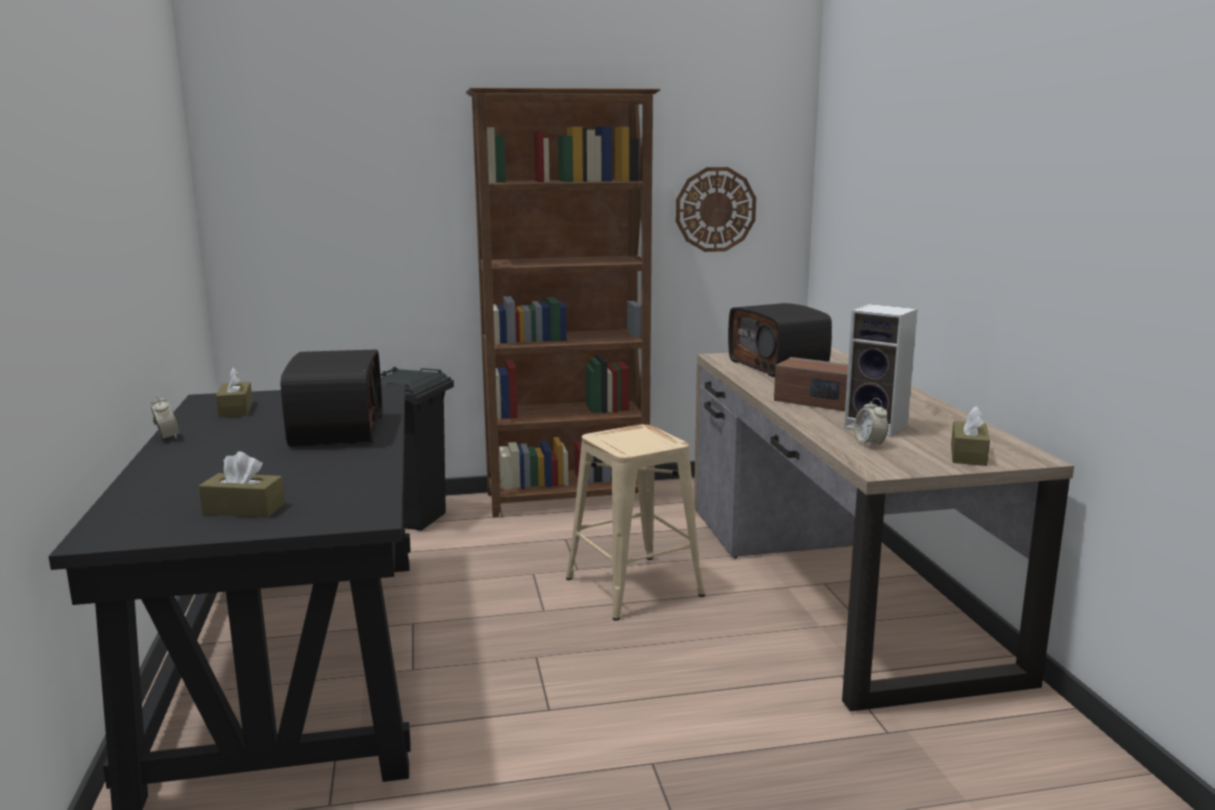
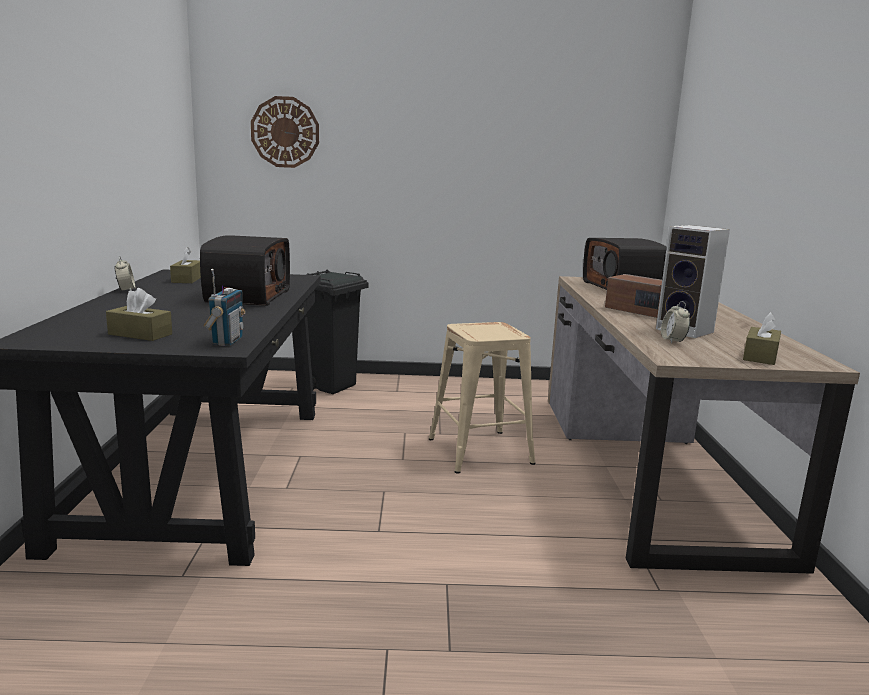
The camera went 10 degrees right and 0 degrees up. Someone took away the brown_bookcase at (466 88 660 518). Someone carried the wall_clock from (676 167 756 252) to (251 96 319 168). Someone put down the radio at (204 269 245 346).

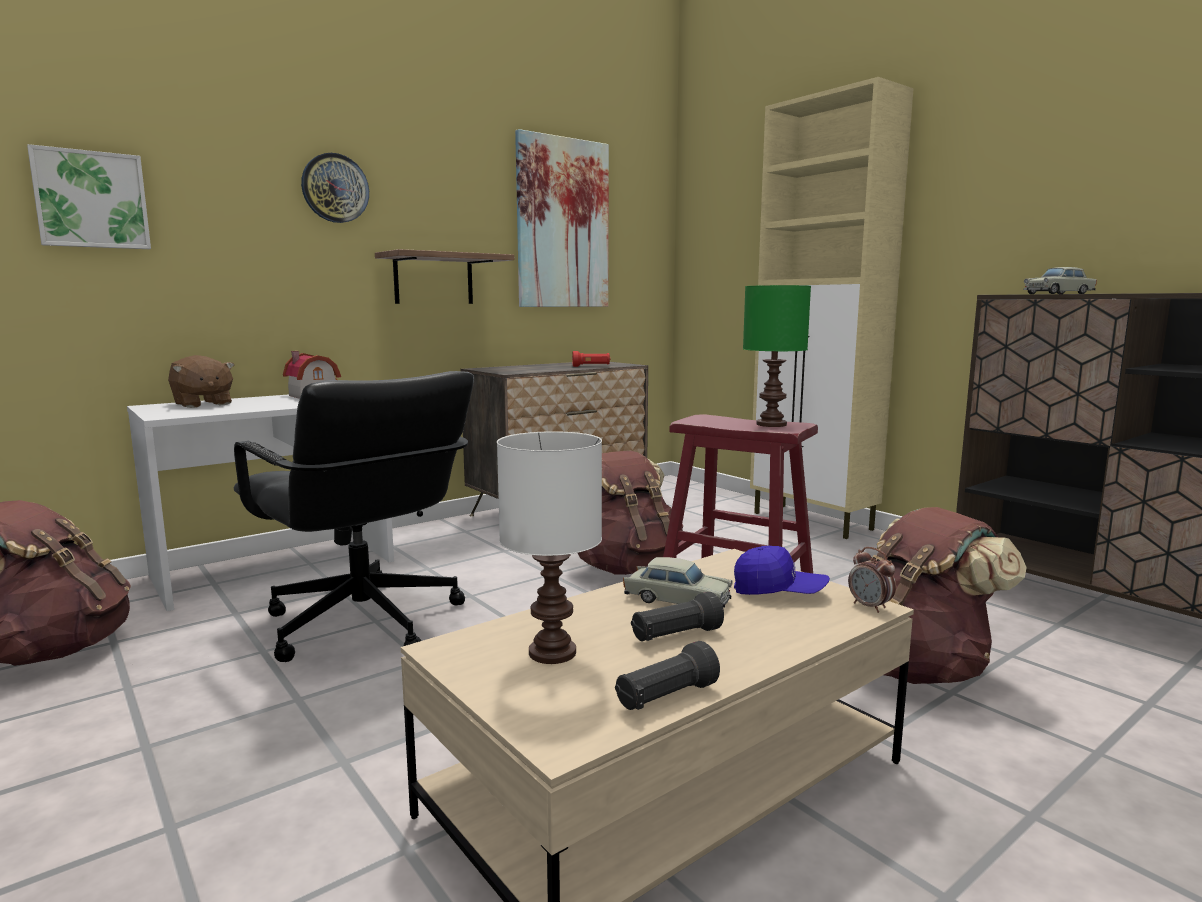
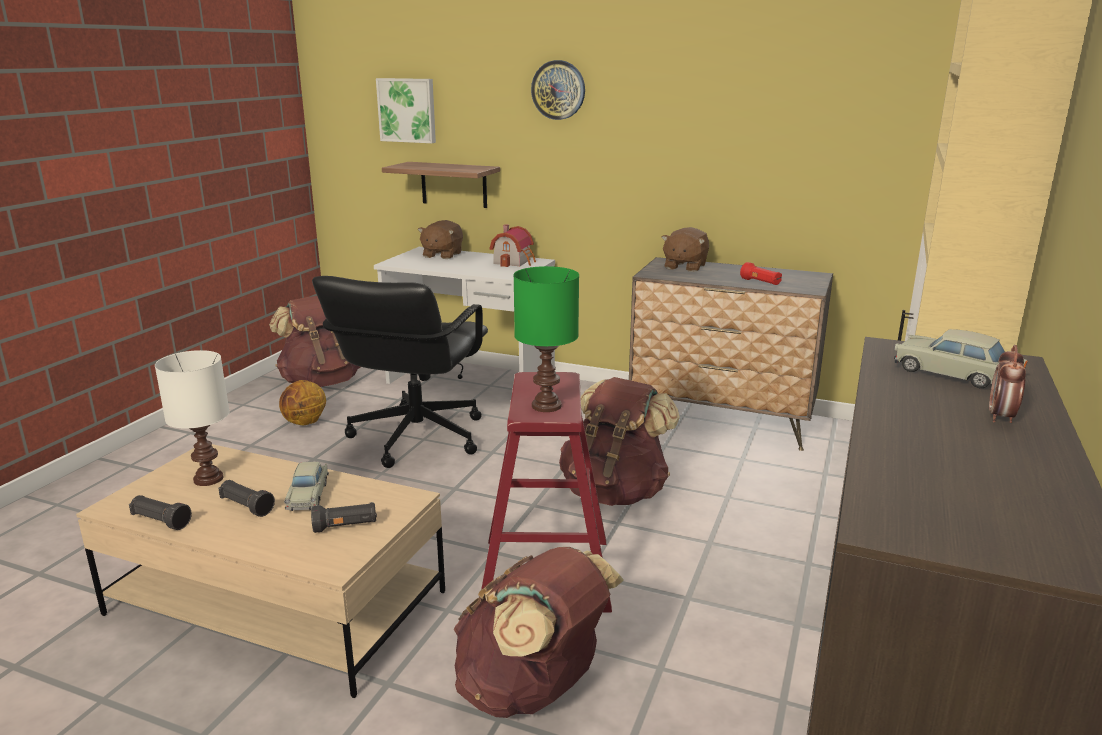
The camera went 60 degrees right and 10 degrees up. Someone took away the picture at (515 129 609 307). Someone carried the shelf from (375 249 514 304) to (382 162 500 208). Someone swapped the blue_cap at (734 546 830 595) for the black_flashlight at (311 502 377 533). Someone carried the alarm_clock from (848 547 896 613) to (989 345 1026 423). Someone put down the brown_plush_toy at (661 227 709 272). Someone put down the basketball at (279 380 326 425).

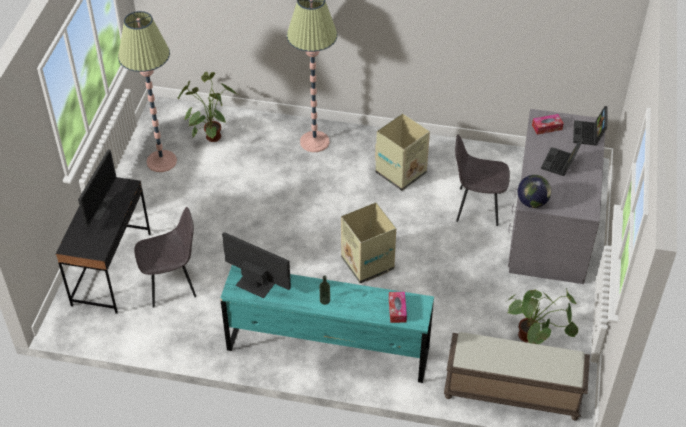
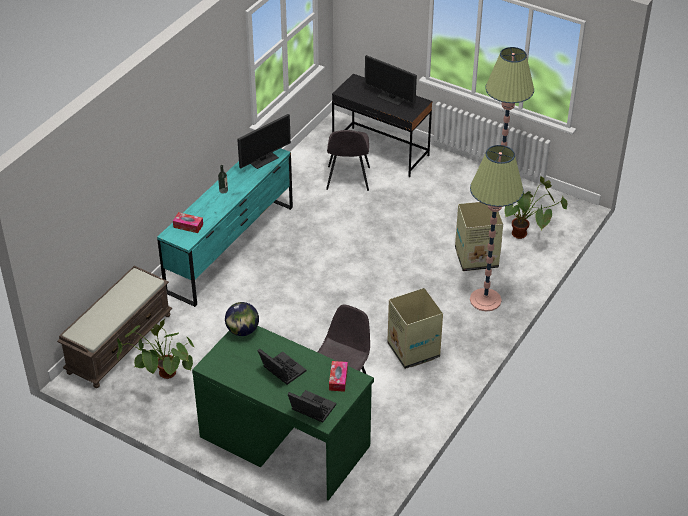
The camera went 110 degrees right and 5 degrees down. Someone repainted the grey_desk at (508 109 605 284), which became the green_desk at (192 326 374 501). Someone carried the cardboard_box from (341 202 396 283) to (455 202 503 271).

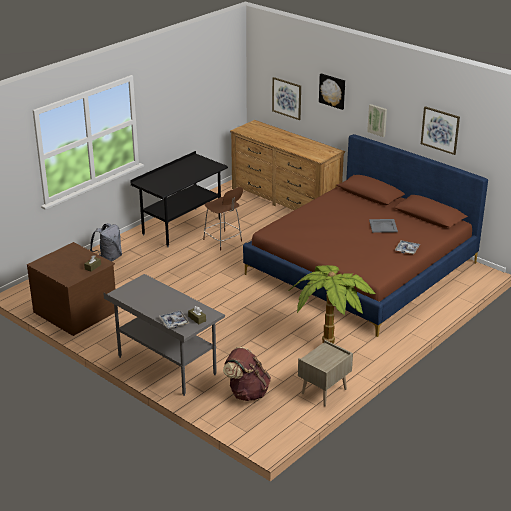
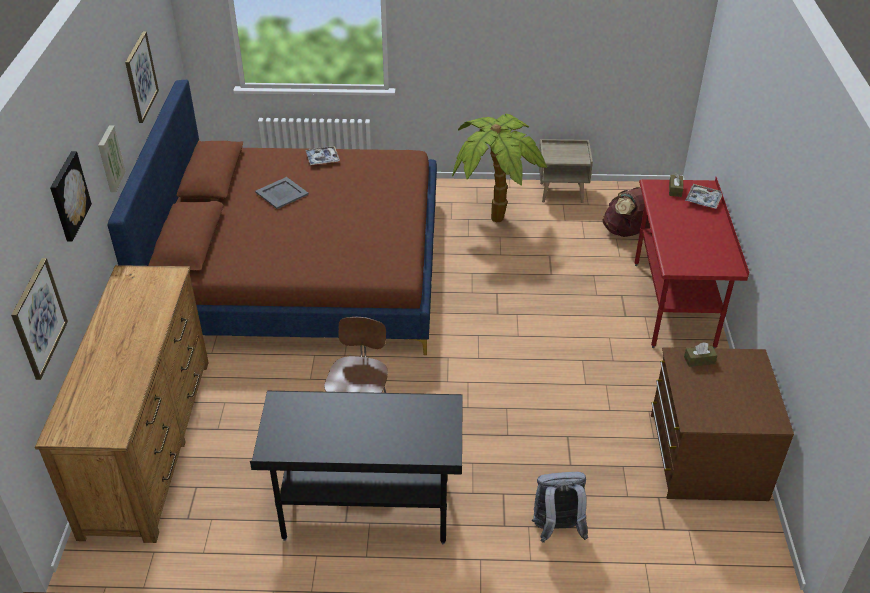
The camera went 130 degrees left and 10 degrees up. Someone repainted the grey_desk at (103 274 225 396), which became the red_desk at (635 177 749 348).

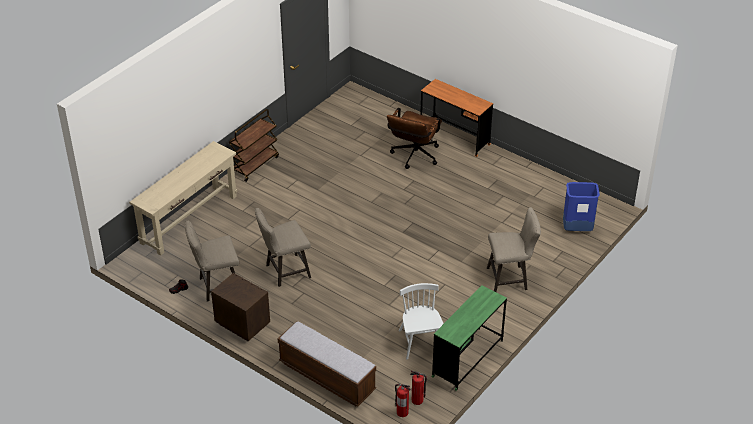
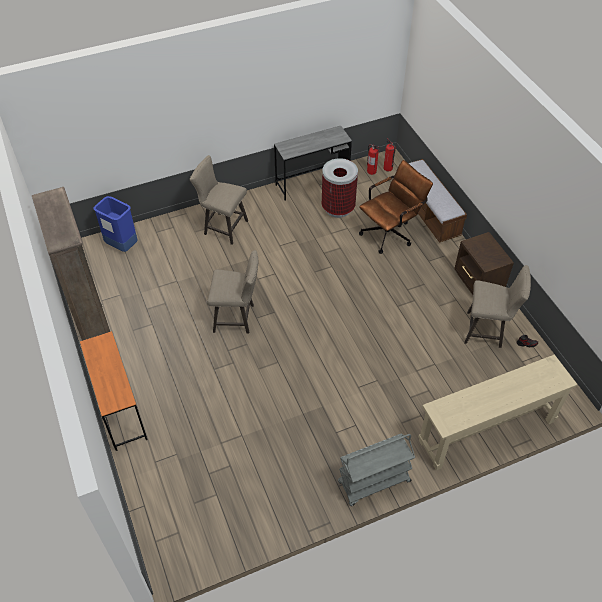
The camera went 150 degrees left and 10 degrees up. Someone carried the brown_office_chair from (387 108 442 169) to (359 160 433 254). Someone repainted the brown_cart at (229 109 279 182), which became the grey_cart at (338 434 415 506). Someone carried the beige_stool from (255 208 311 287) to (207 250 258 334). Someone swapped the white_chair at (399 283 444 360) for the trash_can at (322 158 358 218). Someone repainted the green_desk at (432 285 507 391), which became the grey_desk at (274 126 352 200). Someone put down the brown_bookcase at (32 187 110 341).

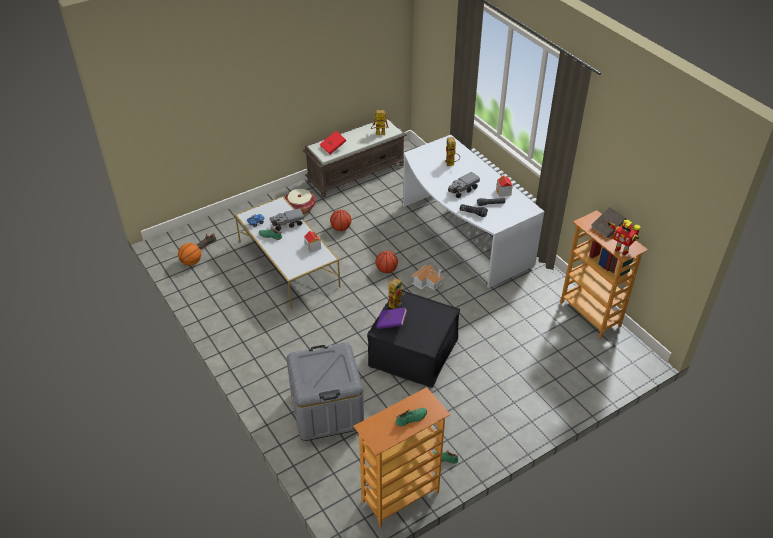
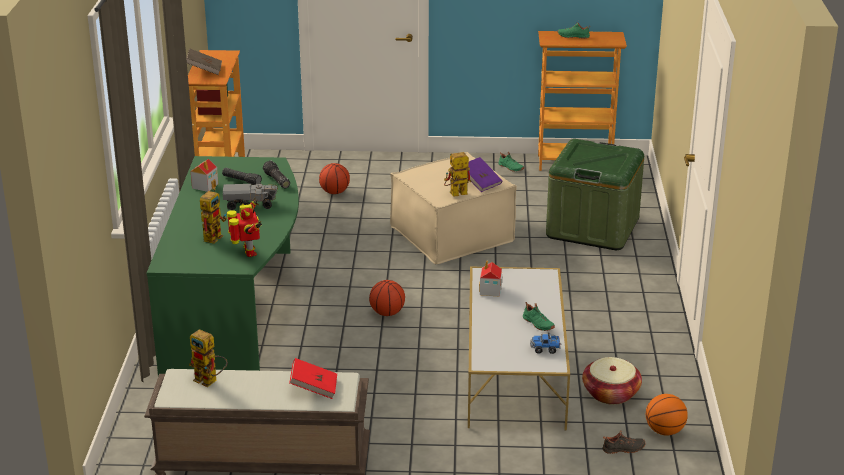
The camera went 145 degrees left and 15 degrees down. Someone repainted the white_desk at (403 135 545 288), which became the green_desk at (147 156 299 376). Someone carried the basket from (285 189 316 214) to (582 357 642 405). Someone took away the toy_truck at (269 208 304 231). Someone carried the basketball from (330 210 351 231) to (319 163 350 194). Someone carried the toy_robot from (608 220 641 255) to (227 198 262 257). Someone took away the toy_house at (412 265 444 290). Someone repainted the black_ottoman at (367 290 460 388), which became the beige_ottoman at (390 152 517 264). Someone repainted the grey_storage_box at (287 343 364 441), which became the green_storage_box at (546 139 644 250).

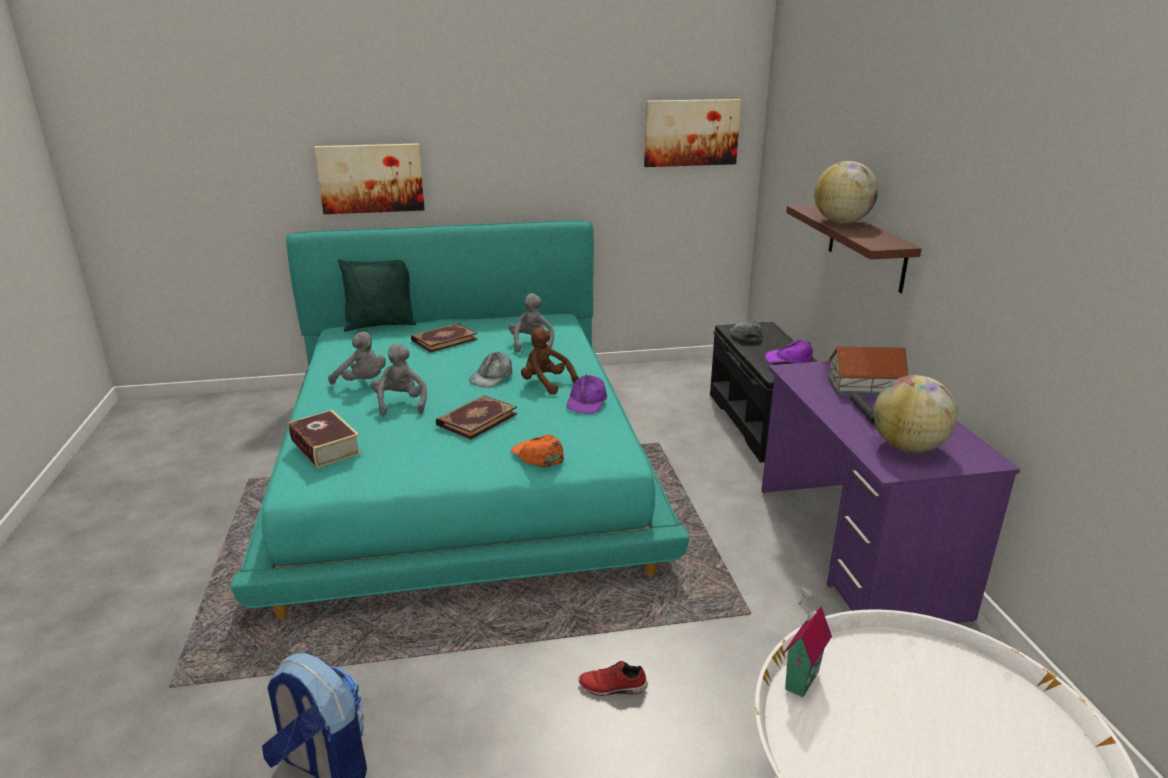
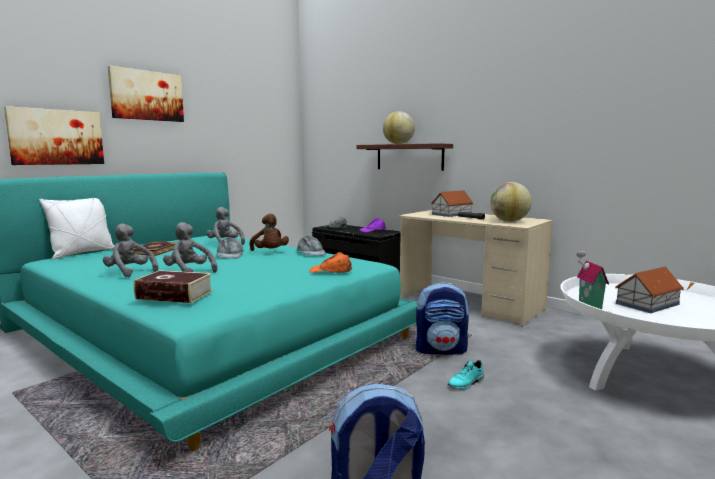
The camera went 40 degrees left and 15 degrees down. Someone carried the picture from (644 99 741 167) to (108 66 184 122). Someone repainted the green_pillow at (338 259 416 331), which became the white_pillow at (39 198 115 260). Someone rotated the brown_plush_toy at (521 328 579 395) by 120 degrees counterclockwise. Someone rotated the grey_plush_toy at (328 331 386 385) by 135 degrees counterclockwise. Someone repainted the purple_desk at (761 361 1020 623), which became the beige_desk at (398 210 553 326). Someone repainted the purple_cap at (567 375 607 414), which became the grey_cap at (297 236 326 256). Someone took away the book at (436 395 517 439). Someone repainted the red_shoe at (579 661 648 696), which became the turquoise_shoe at (448 360 484 390). Someone put down the toy_house at (616 266 684 313). Someone put down the backpack at (416 283 469 355).

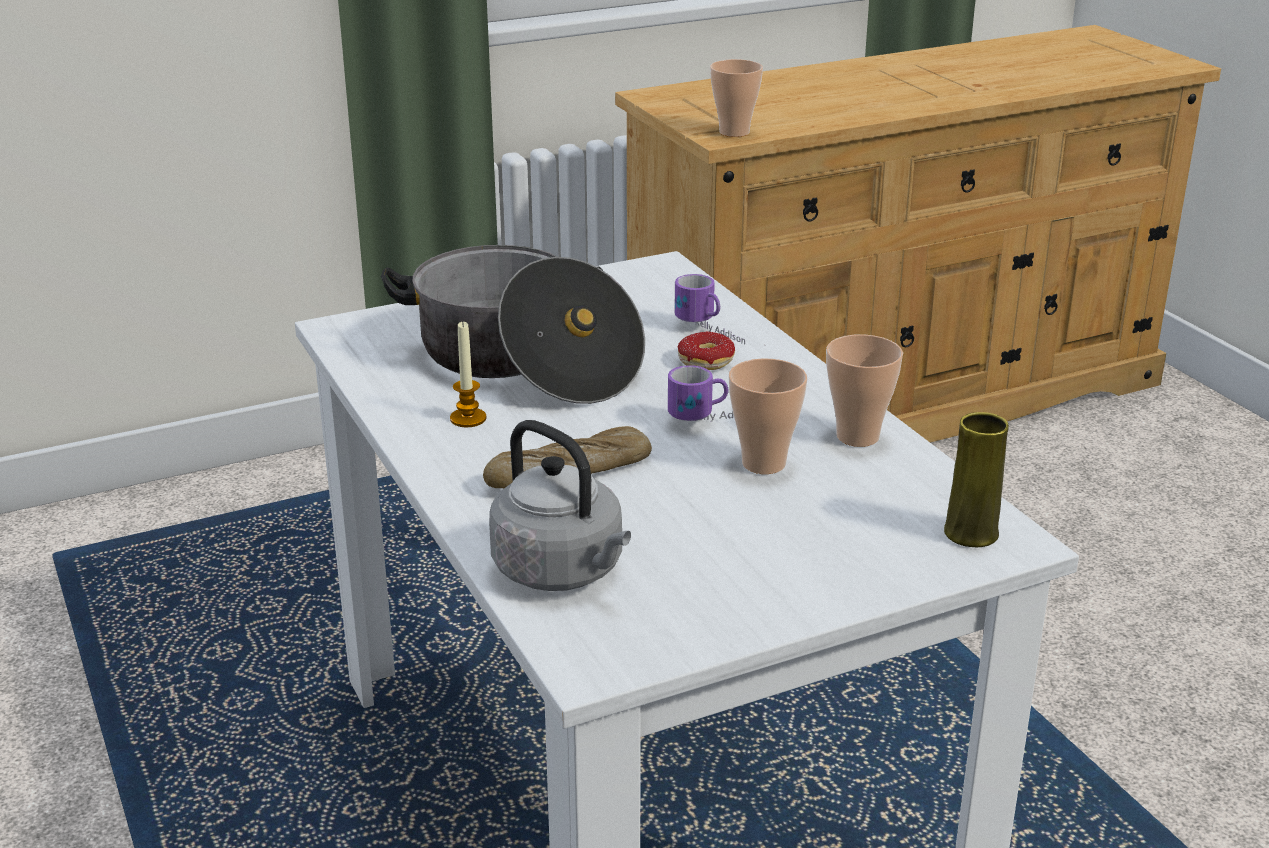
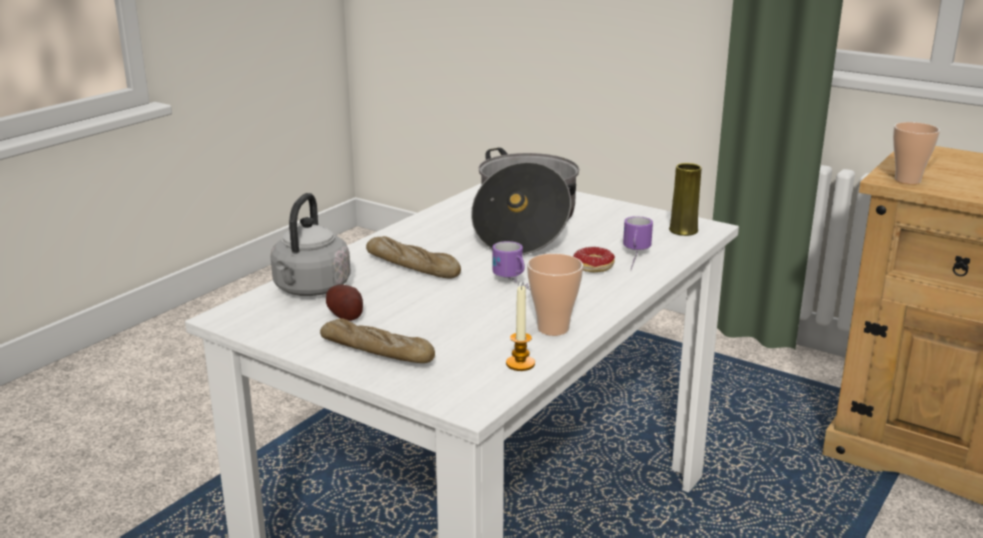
The camera went 60 degrees right and 5 degrees down. Someone carried the candle from (450 322 486 427) to (506 285 535 371). Someone took away the cup at (729 358 807 474). Someone carried the yellow_vase from (944 412 1009 547) to (669 163 702 236). Someone put down the potato at (326 285 363 321). Someone put down the bread at (320 318 435 363).

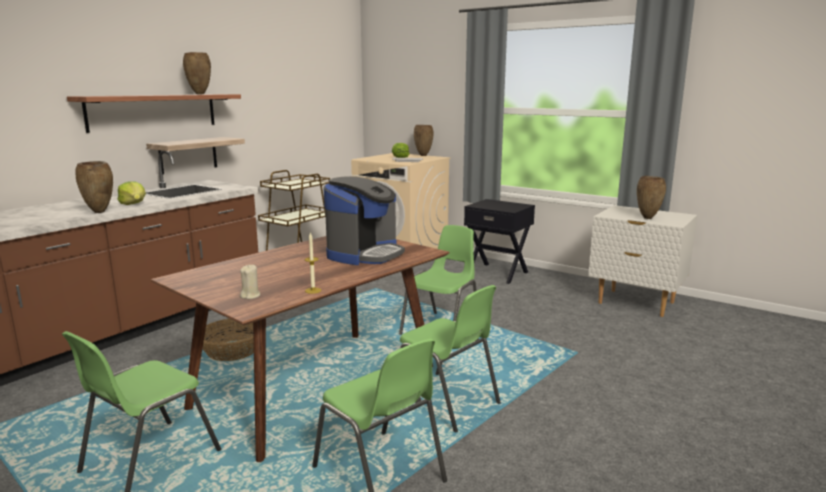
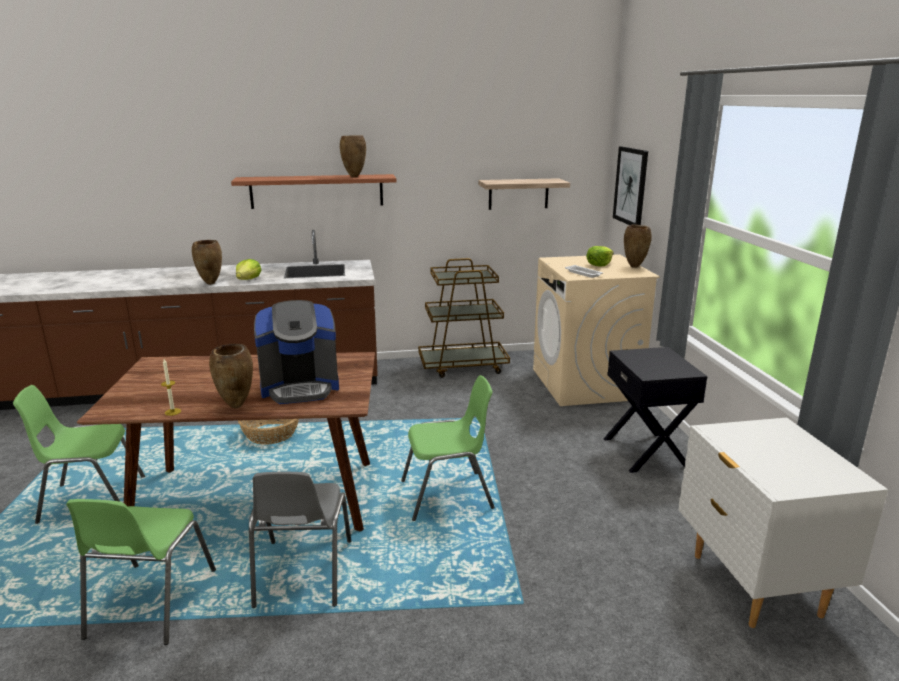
The camera went 45 degrees right and 5 degrees up. Someone carried the shelf from (146 137 245 174) to (478 178 570 210). Someone carried the brown_vase from (637 176 666 219) to (209 344 253 409). Someone took away the beige_candle at (240 264 260 299). Someone repainted the green_chair at (400 285 501 432), which became the grey_chair at (249 472 351 608). Someone put up the picture at (613 147 648 225).

